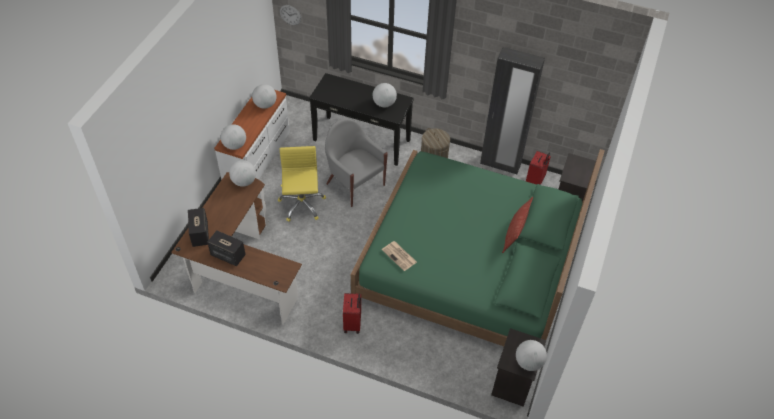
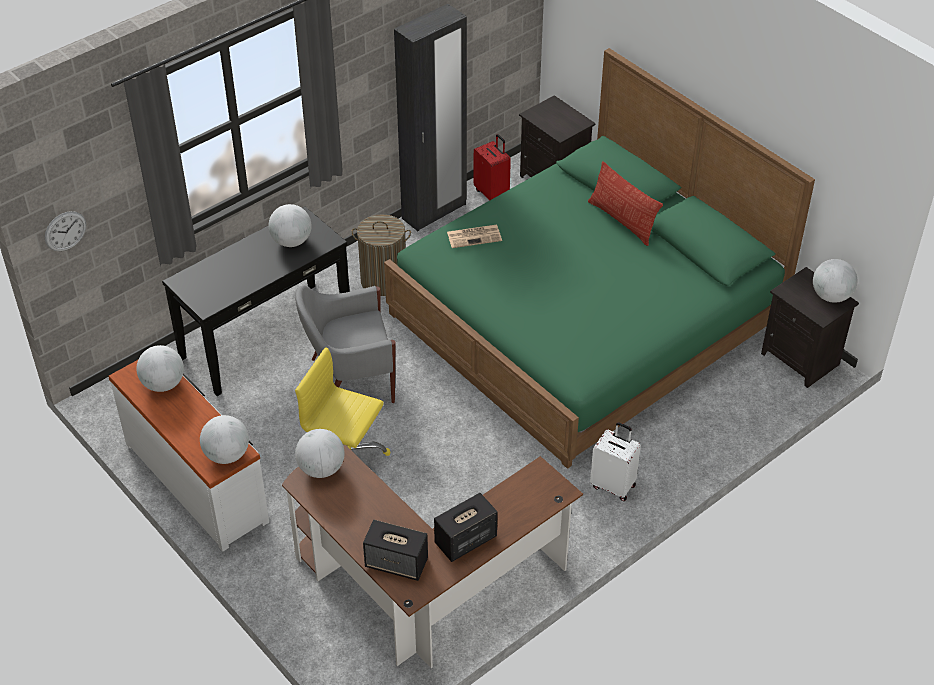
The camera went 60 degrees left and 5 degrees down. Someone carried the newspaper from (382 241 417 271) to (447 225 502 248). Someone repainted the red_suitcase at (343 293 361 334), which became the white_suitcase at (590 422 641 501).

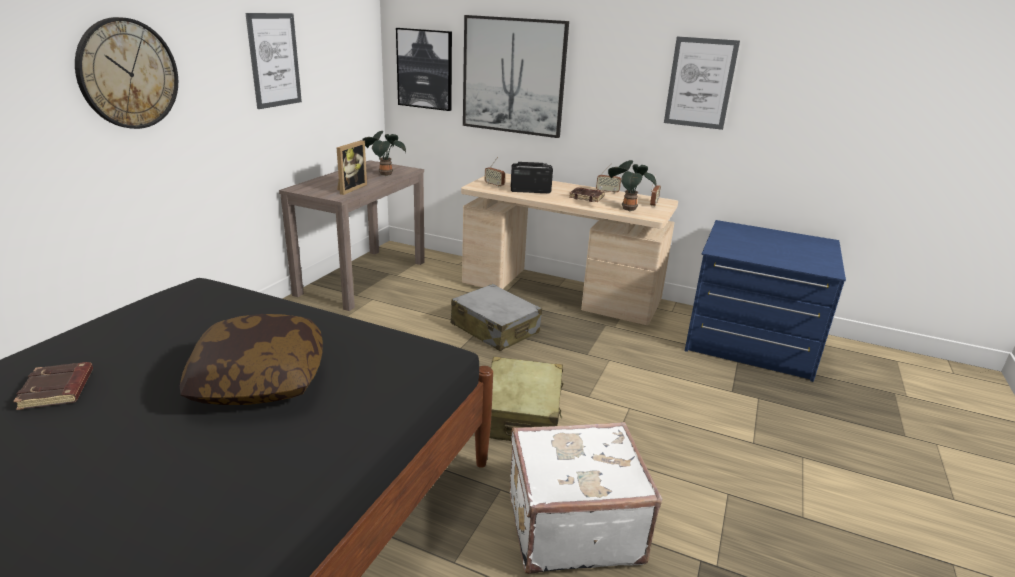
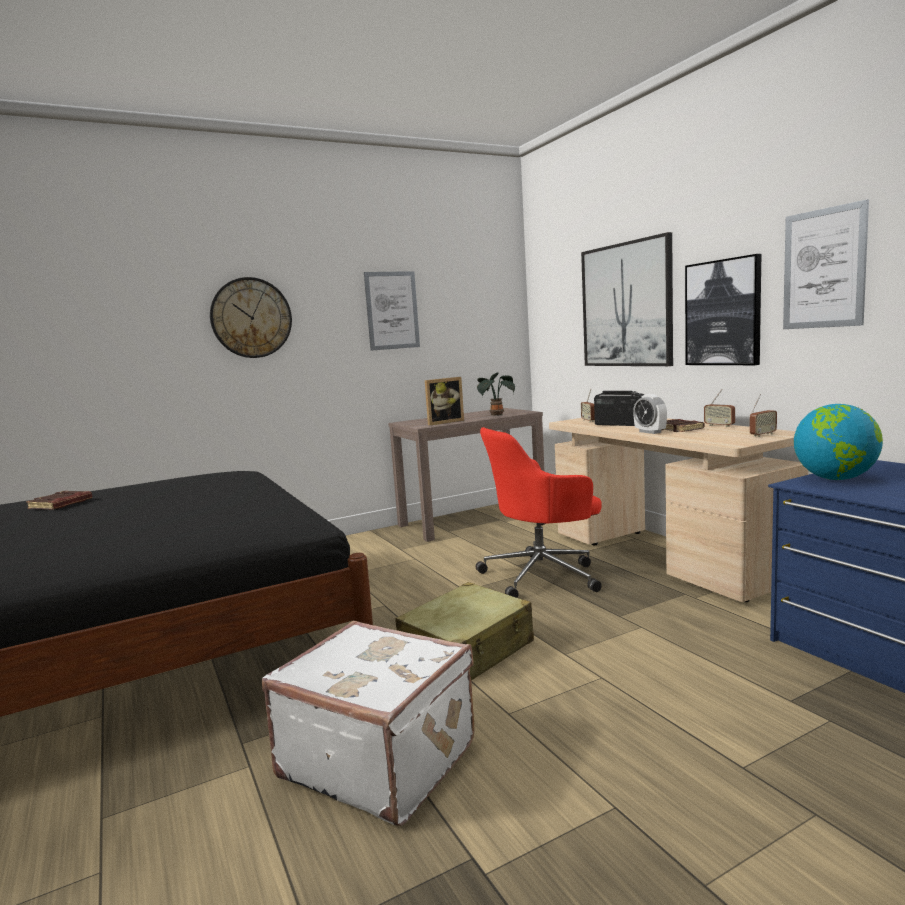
The camera went 40 degrees right and 15 degrees down. Someone carried the picture from (396 28 452 111) to (685 254 761 365). Someone took away the potted_plant at (608 160 656 212). Someone swapped the grey_suitcase at (451 284 542 351) for the red_office_chair at (476 427 602 598). Someone took away the pillow at (180 314 323 405). Someone put down the alarm_clock at (633 394 667 434). Someone put down the globe at (794 404 883 480).

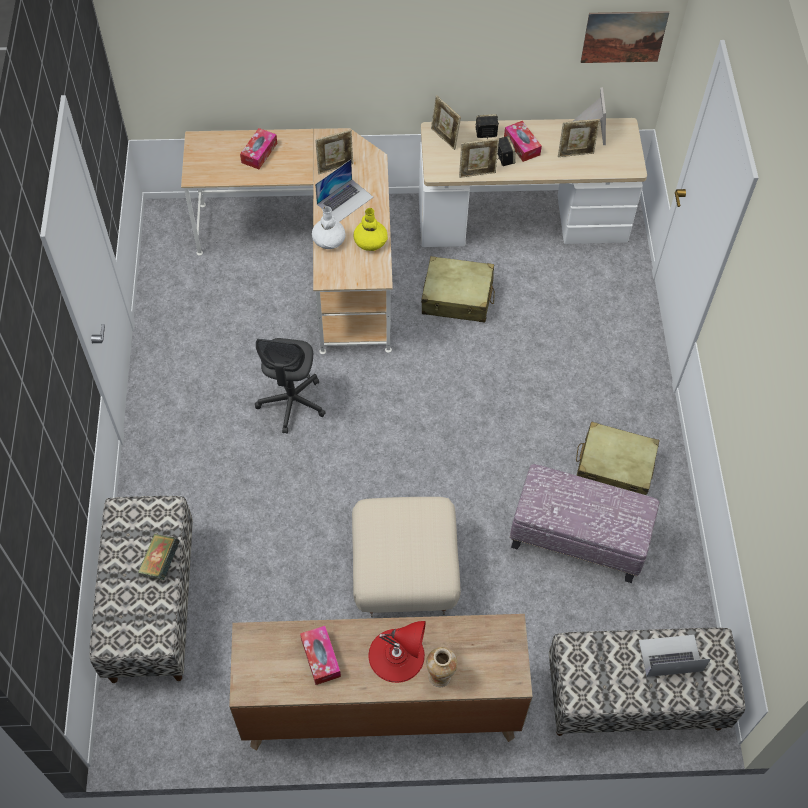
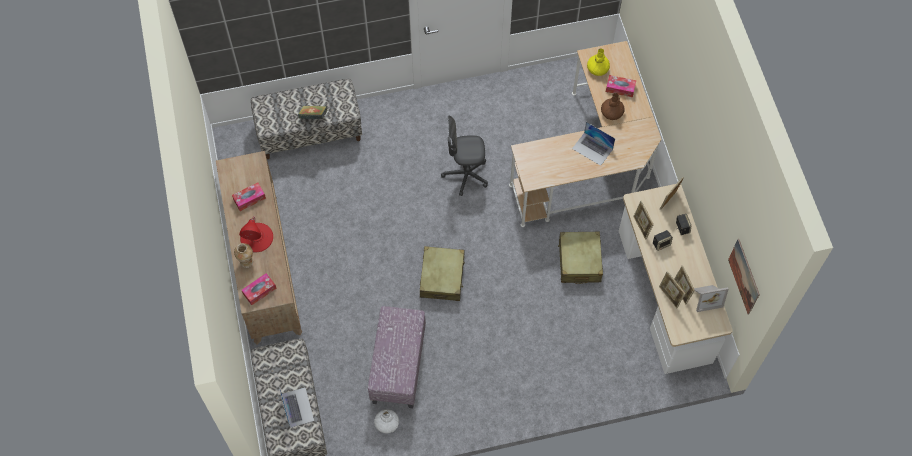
The camera went 80 degrees right and 5 degrees up. Someone carried the tissue_box from (504 121 542 162) to (242 273 277 305). Someone carried the picture_frame from (315 130 353 174) to (659 271 686 308). Someone carried the white_vase from (312 206 346 249) to (374 409 399 433). Someone carried the yellow_vase from (354 208 388 251) to (587 48 610 76). Someone carried the beige_suitcase from (576 421 659 495) to (420 246 465 301). Someone took away the beige_ottoman at (352 497 461 617). Someone put down the brown_vase at (601 93 625 120).

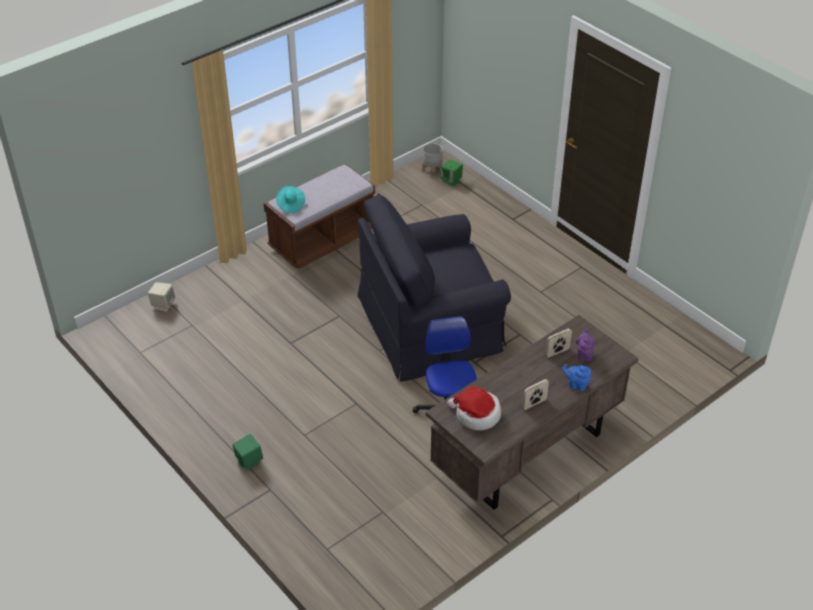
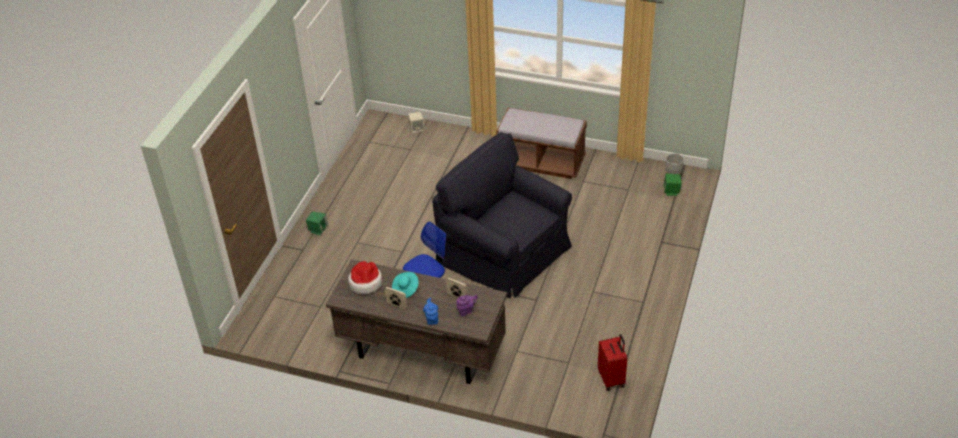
The camera went 60 degrees right and 0 degrees up. Someone carried the turquoise_hat from (276 186 305 213) to (392 272 419 298). Someone put down the red_suitcase at (598 334 627 391).

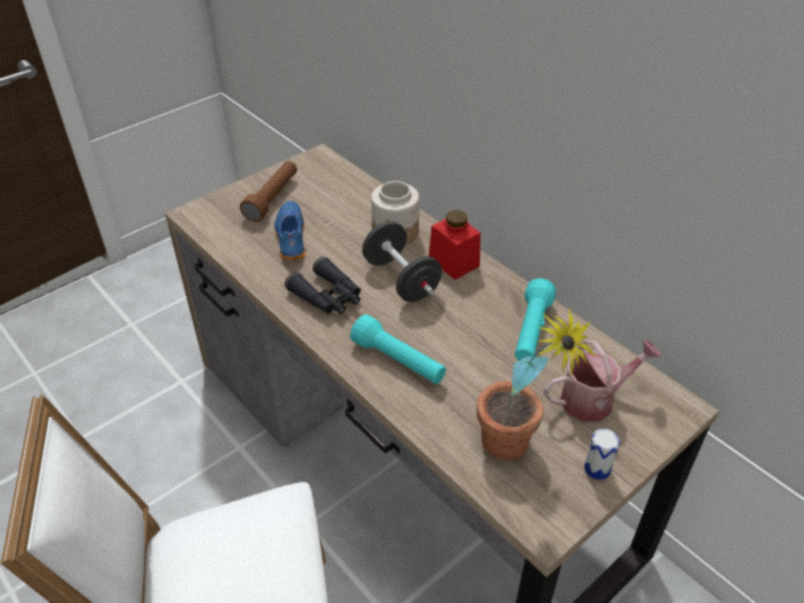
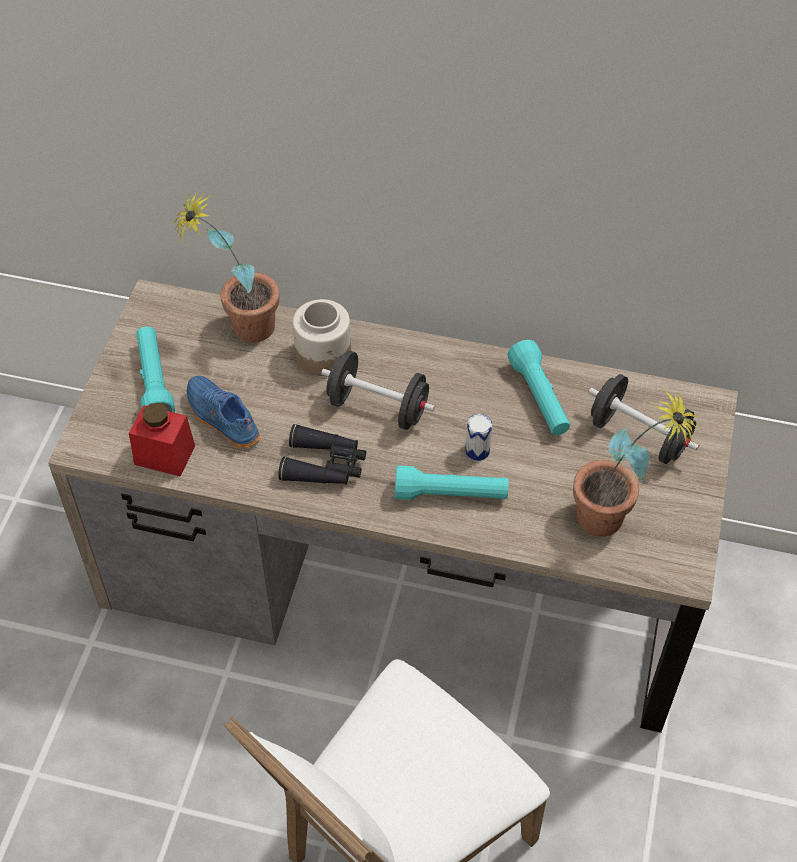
The camera went 35 degrees left and 10 degrees up. Someone repainted the brown_flashlight at (240 161 297 222), which became the turquoise_flashlight at (136 326 175 413). Someone carried the red_jar from (429 210 481 280) to (129 403 195 477). Someone swapped the watering_can at (544 340 662 421) for the black_dumbbell at (588 374 699 464). Someone carried the can from (584 428 620 480) to (465 414 492 461). Someone put down the potted_plant at (172 192 280 343).

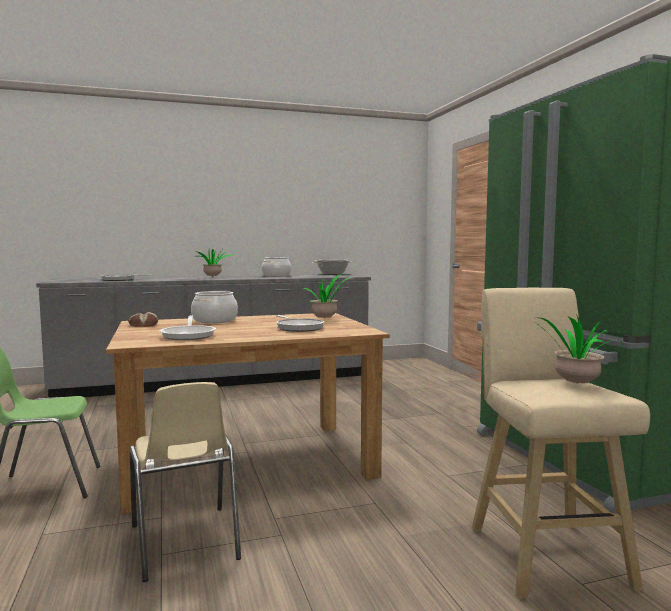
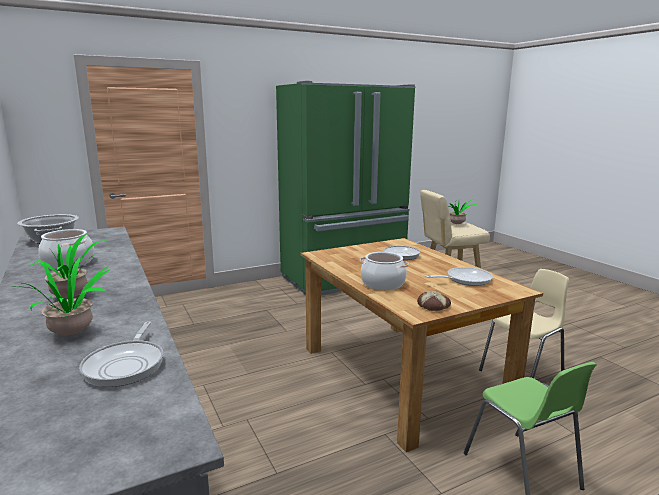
The camera went 100 degrees left and 10 degrees up. Someone carried the potted_plant from (303 274 349 318) to (12 258 111 336).

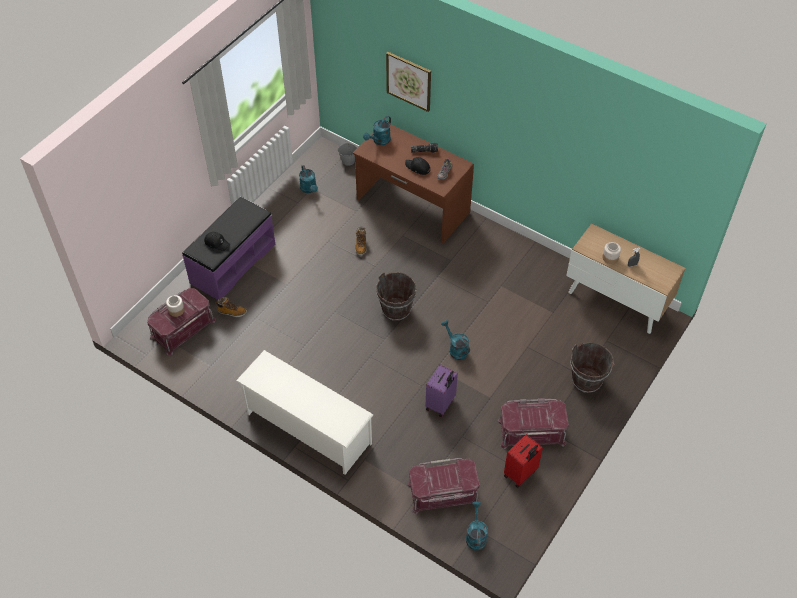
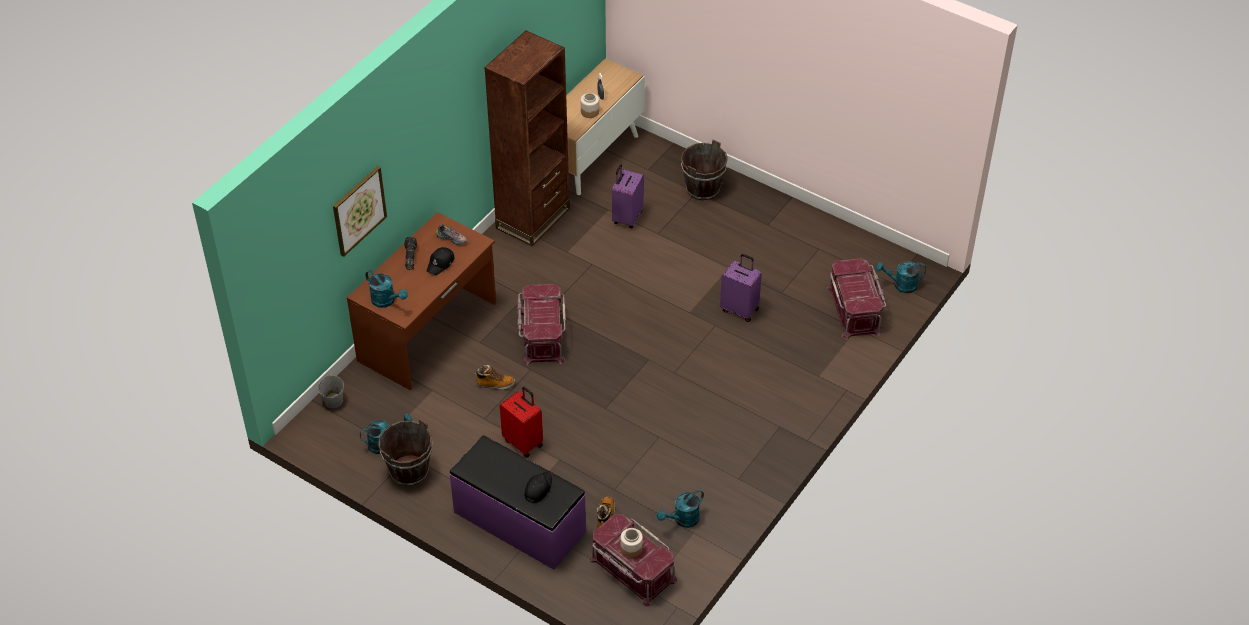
The camera went 90 degrees left and 5 degrees down. Someone carried the brown_bucket from (376 272 417 321) to (379 419 432 486). Someone carried the turquoise_watering_can from (441 320 470 360) to (657 489 704 528). Someone took away the white_shoe_rack at (236 350 374 475). Someone carried the red_storage_box from (497 398 569 449) to (517 284 566 365). Someone carried the red_suitcase from (504 434 543 488) to (500 387 543 458). Someone put down the brown_bookcase at (484 31 570 246). Someone put down the purple_suitcase at (612 164 644 228).

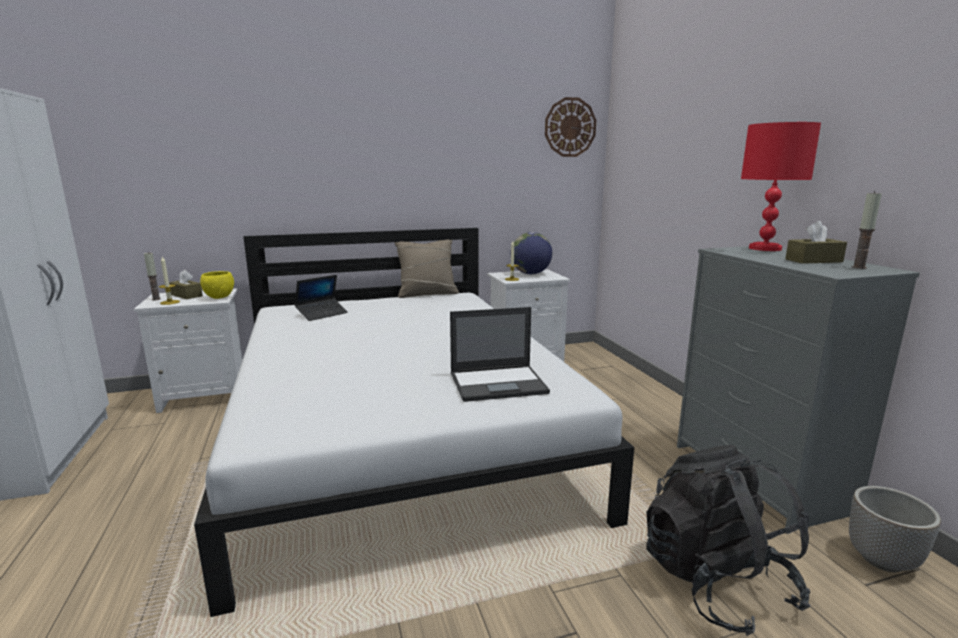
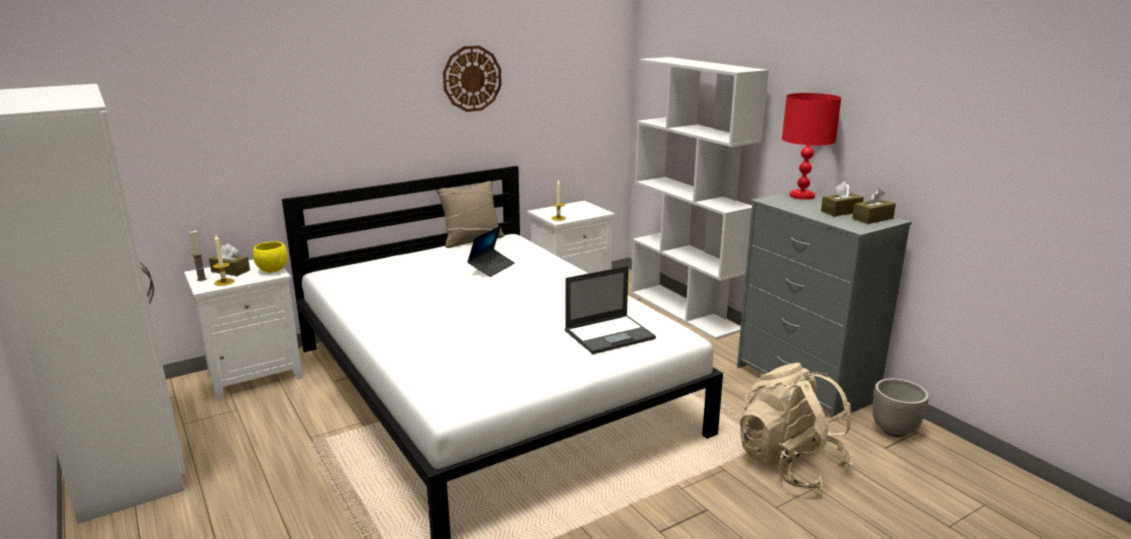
The camera went 15 degrees left and 5 degrees up. Someone carried the wall_clock from (545 97 596 157) to (443 46 502 112). Someone swapped the candle at (852 191 882 269) for the brown_tissue_box at (852 189 896 224). Someone took away the globe at (510 232 552 274). Someone carried the laptop from (295 275 348 321) to (467 226 515 277). Someone repainted the black_backpack at (646 445 810 636), which became the beige_backpack at (740 363 853 490). Someone put down the white_bookcase at (631 57 769 340).

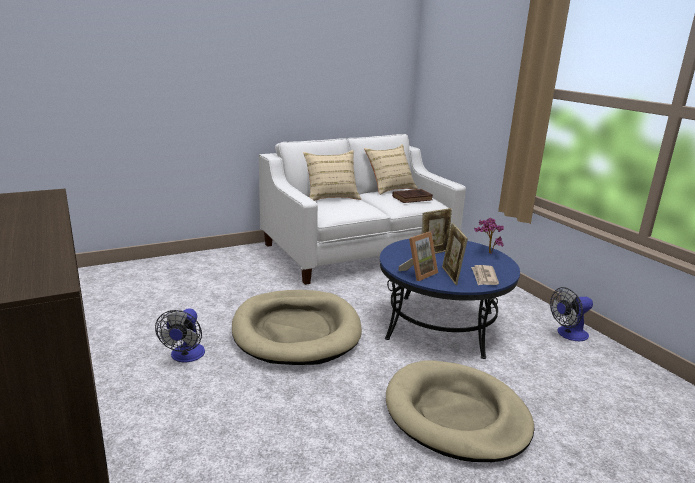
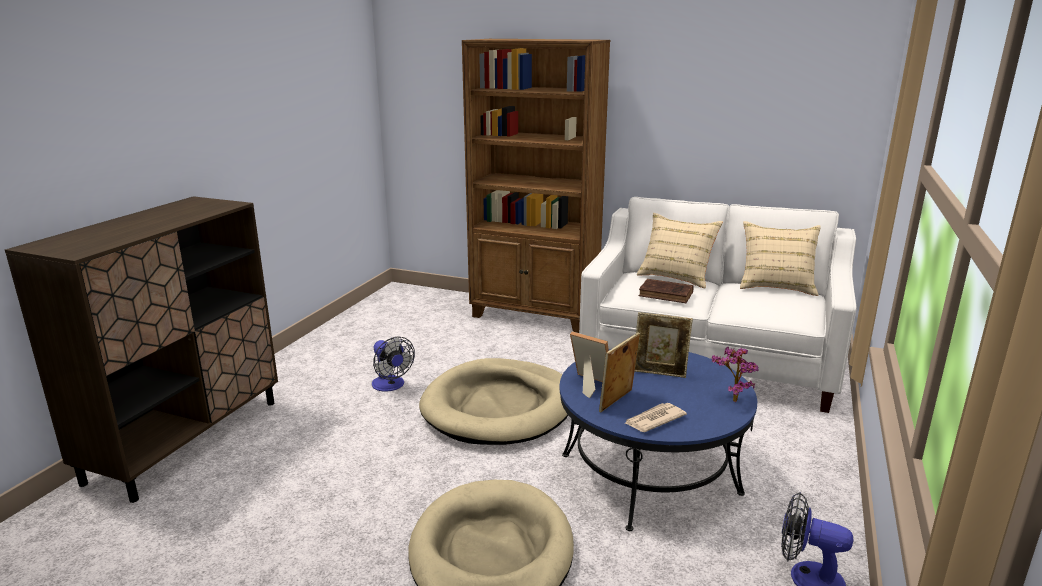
The camera went 50 degrees right and 0 degrees up. Someone carried the brown_book from (392 189 433 203) to (639 279 694 303). Someone rotated the picture_frame at (398 232 438 281) by 150 degrees counterclockwise. Someone rotated the fan at (155 308 205 362) by 90 degrees counterclockwise. Someone put down the brown_bookcase at (462 39 610 333).

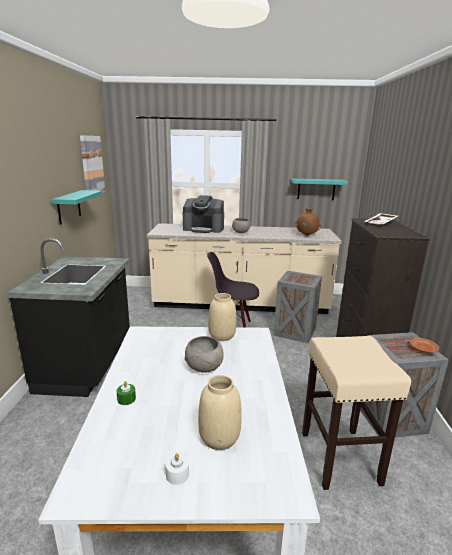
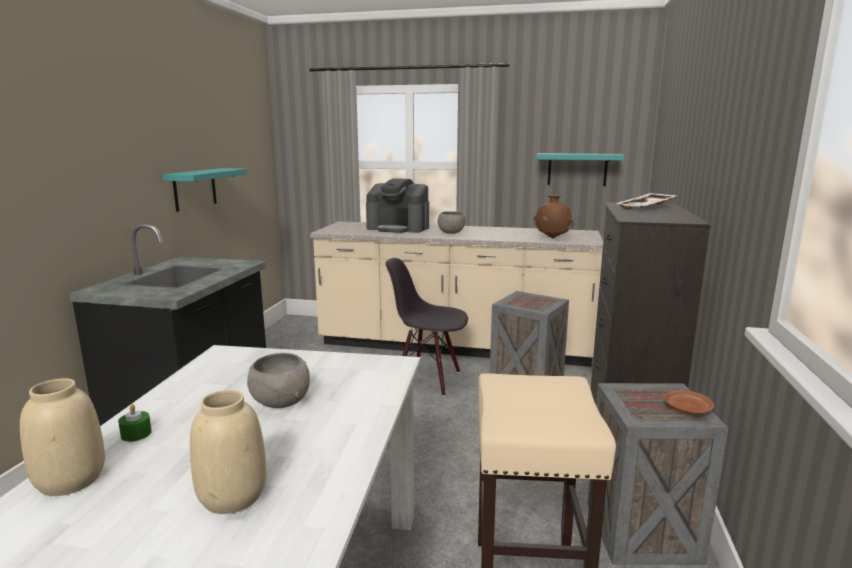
The camera went 10 degrees right and 5 degrees down. Someone took away the picture at (80 135 105 193). Someone carried the beige_vase from (208 293 237 341) to (20 378 105 496). Someone took away the white_candle at (165 453 189 485).

